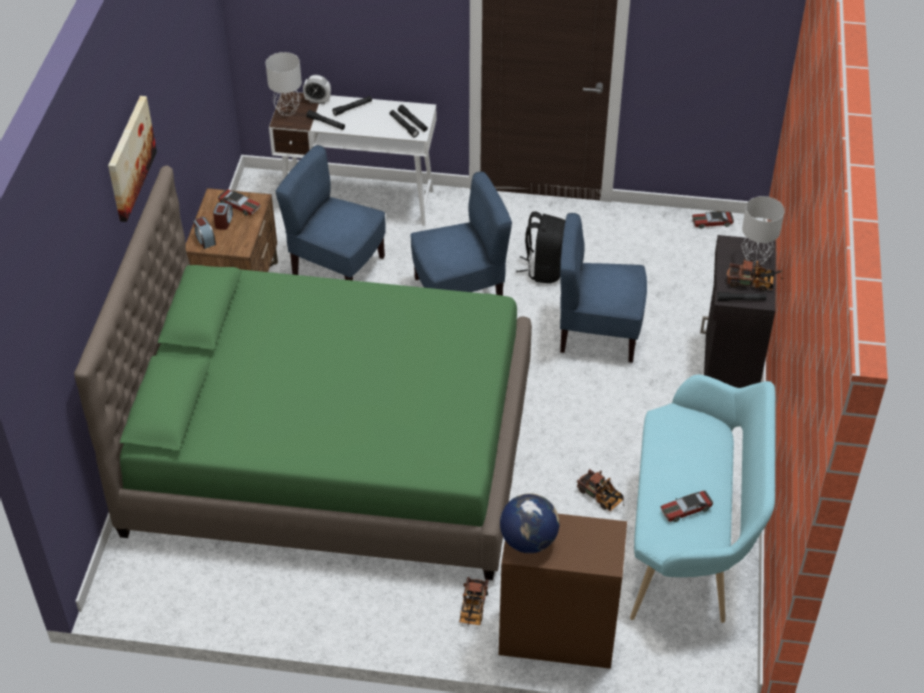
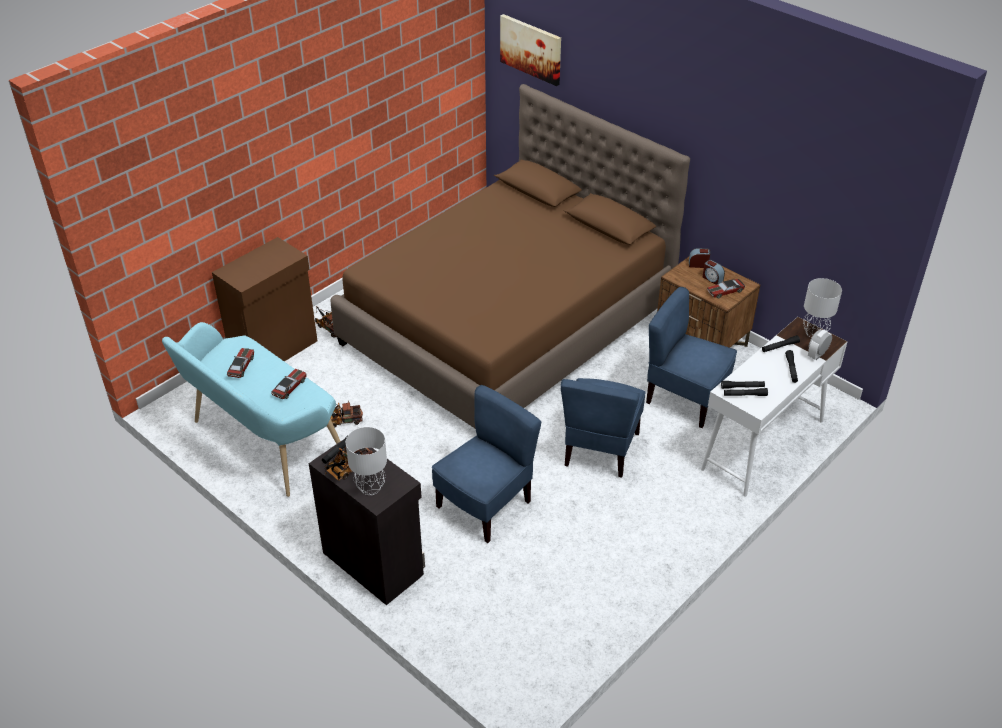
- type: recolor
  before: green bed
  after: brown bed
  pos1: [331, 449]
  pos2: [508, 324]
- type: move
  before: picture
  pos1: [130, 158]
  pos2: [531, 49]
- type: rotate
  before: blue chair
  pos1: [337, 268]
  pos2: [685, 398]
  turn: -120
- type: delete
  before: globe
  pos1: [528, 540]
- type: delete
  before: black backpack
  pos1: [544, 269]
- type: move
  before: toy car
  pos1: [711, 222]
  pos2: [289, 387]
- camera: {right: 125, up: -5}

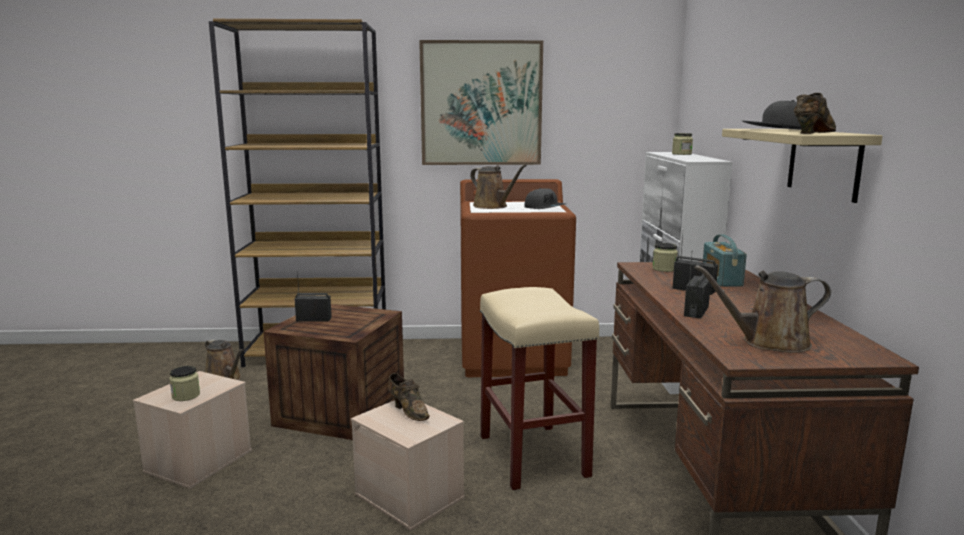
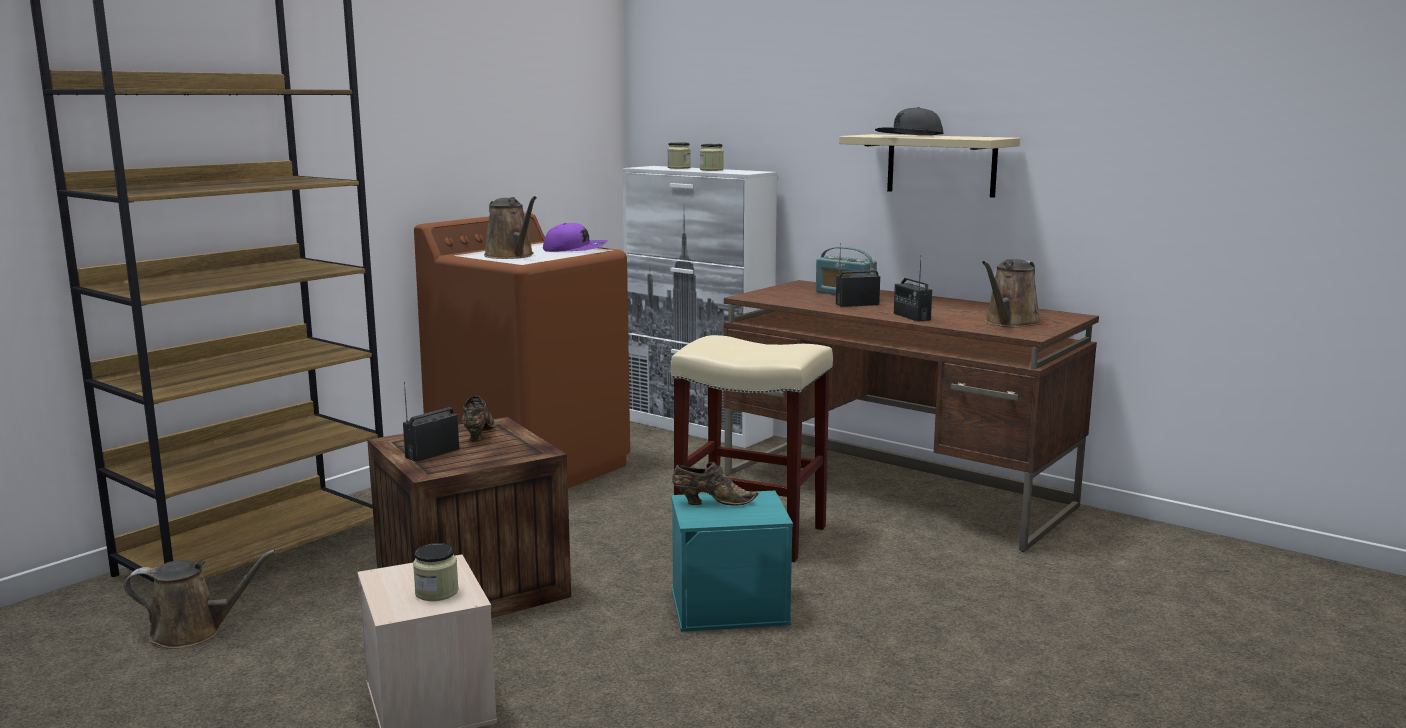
- type: recolor
  before: beige storage box
  after: turquoise storage box
  pos1: [411, 496]
  pos2: [730, 606]
- type: delete
  before: picture
  pos1: [481, 103]
- type: rotate
  before: brown watering can
  pos1: [492, 206]
  pos2: [511, 256]
  turn: 60
- type: recolor
  before: grey cap
  after: purple cap
  pos1: [545, 208]
  pos2: [575, 249]
- type: move
  before: jar
  pos1: [664, 269]
  pos2: [711, 170]
- type: move
  before: brown shoe
  pos1: [812, 133]
  pos2: [478, 435]
- camera: {right: -50, up: 0}

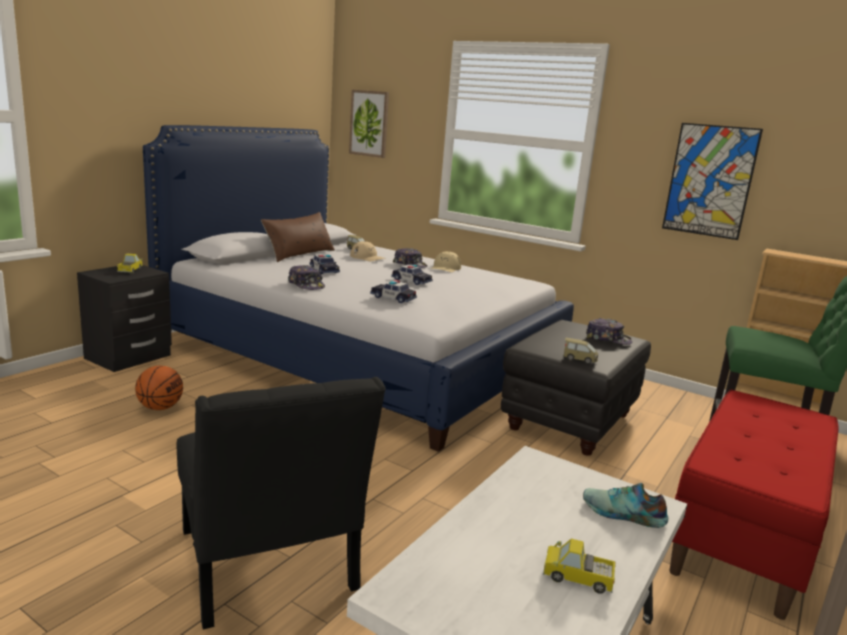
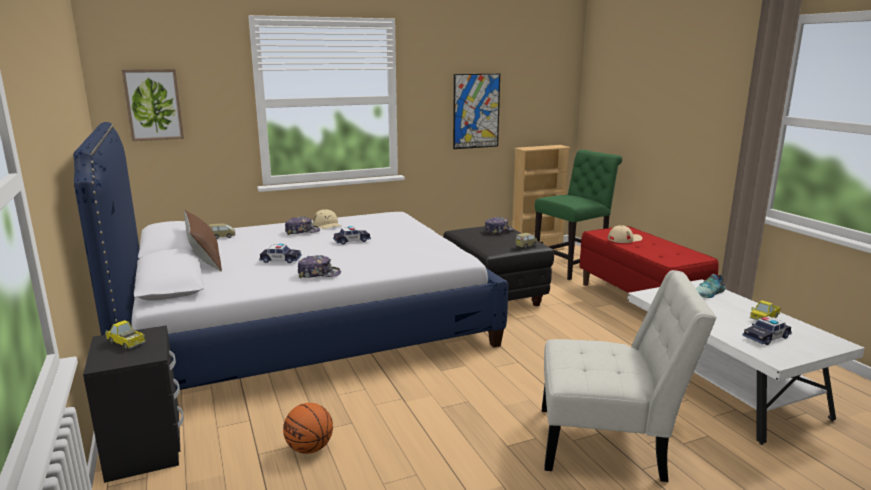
- type: recolor
  before: black chair
  after: white chair
  pos1: [269, 567]
  pos2: [609, 443]
- type: move
  before: beige cap
  pos1: [367, 257]
  pos2: [624, 239]
- type: move
  before: toy car
  pos1: [393, 298]
  pos2: [766, 337]
- camera: {right: -55, up: 0}

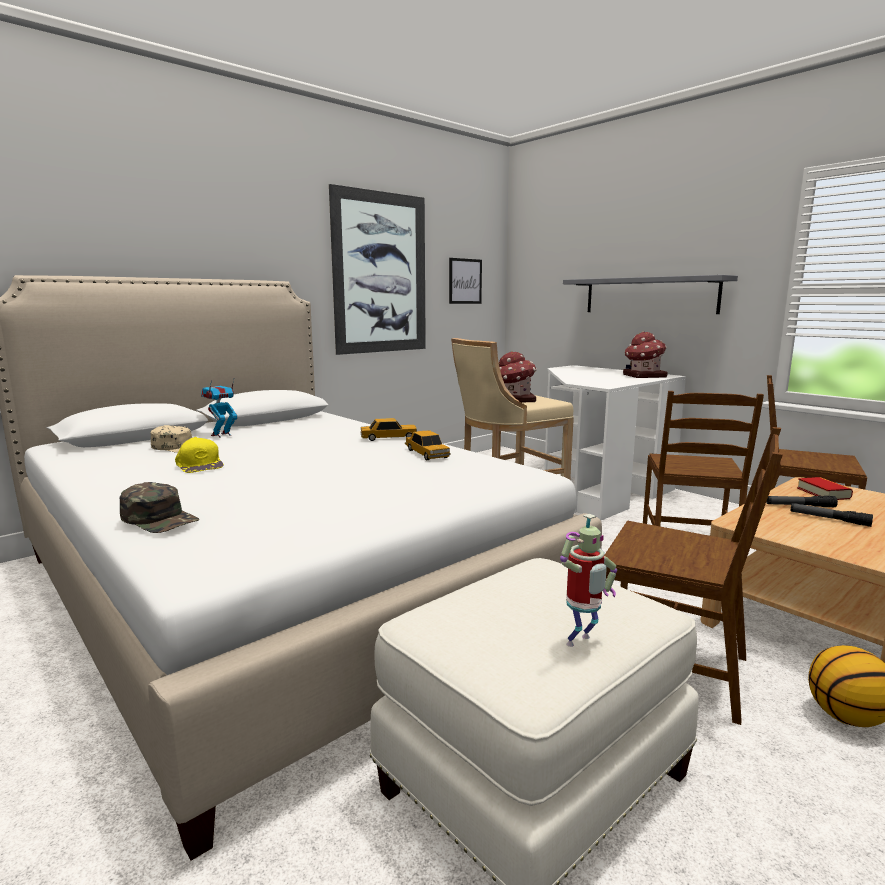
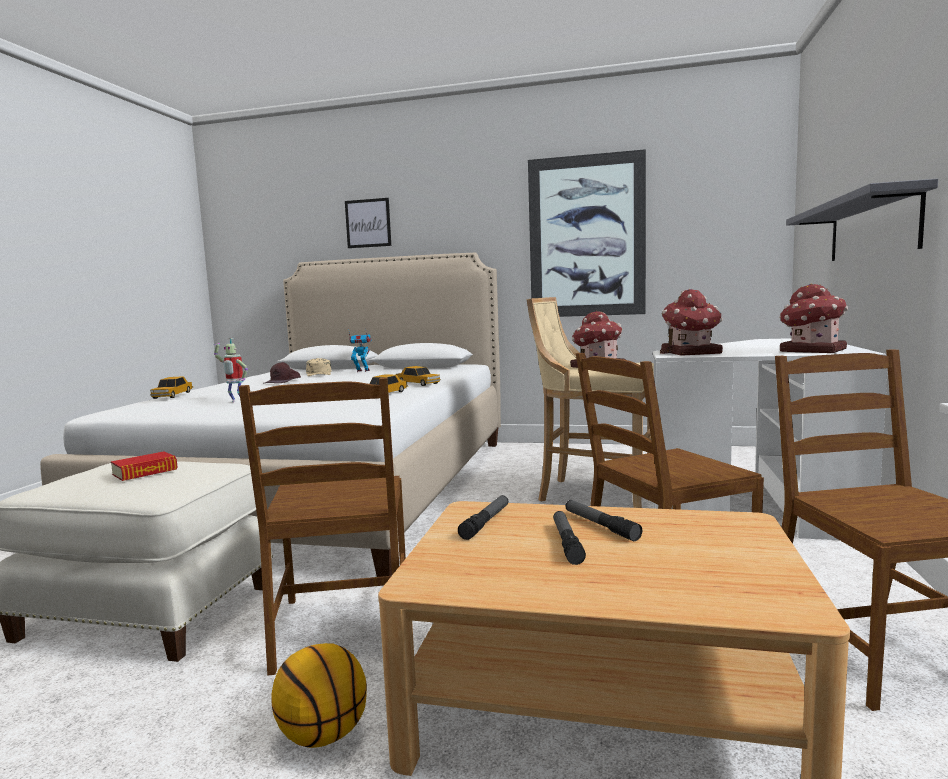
- type: replace
  before: green cap
  after: toy car
  pos1: [160, 519]
  pos2: [172, 395]
- type: recolor
  before: yellow cap
  after: brown cap
  pos1: [199, 465]
  pos2: [283, 381]
- type: move
  before: picture
  pos1: [465, 281]
  pos2: [368, 223]
- type: move
  before: toy robot
  pos1: [581, 643]
  pos2: [236, 402]
- type: move
  before: book
  pos1: [823, 493]
  pos2: [145, 472]
- type: insert
  after: flashlight
  pos2: [486, 522]
- type: insert
  after: toy house
  pos2: [691, 353]
- camera: {right: 55, up: -5}

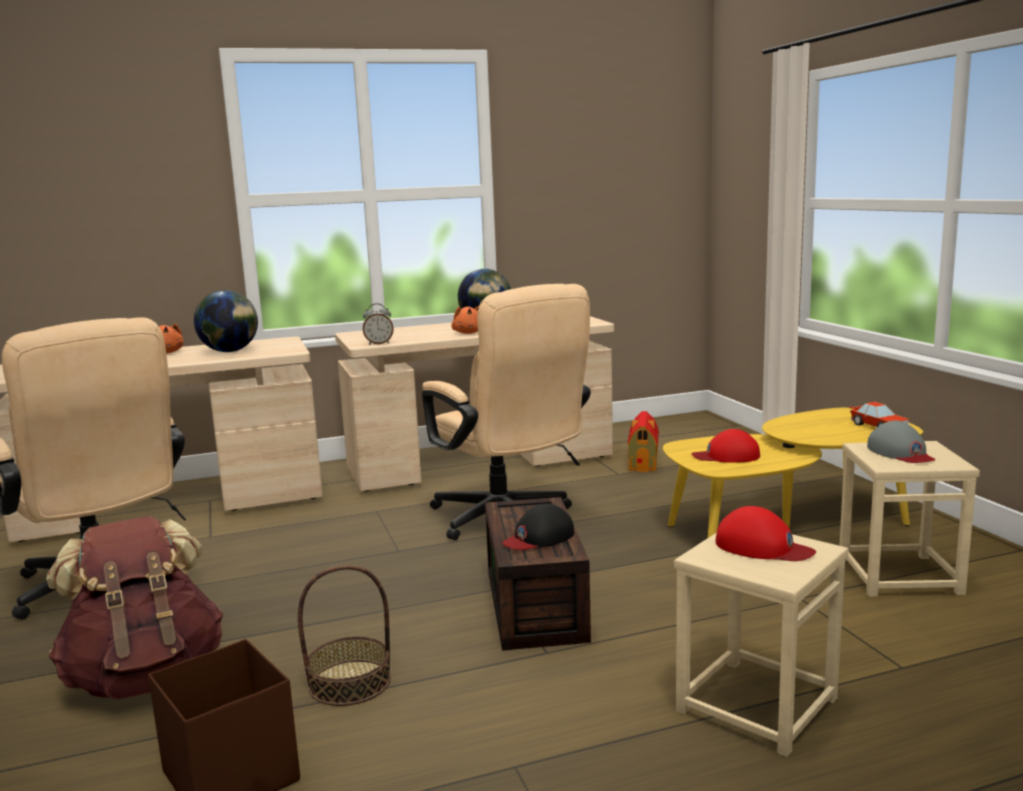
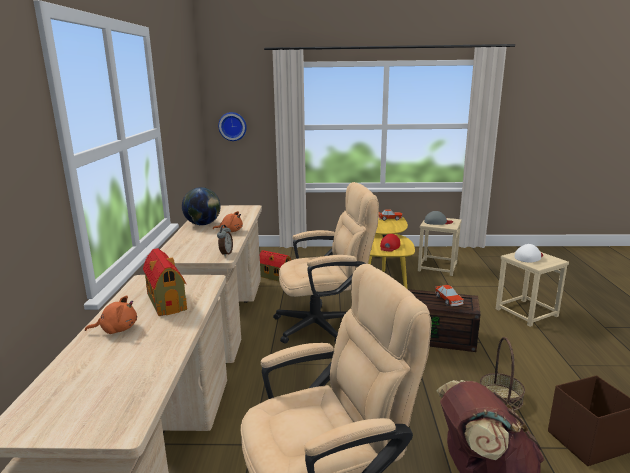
- type: replace
  before: globe
  after: toy house
  pos1: [229, 352]
  pos2: [166, 301]
- type: replace
  before: black cap
  after: toy car
  pos1: [539, 537]
  pos2: [448, 300]
- type: recolor
  before: red cap
  after: white cap
  pos1: [762, 547]
  pos2: [529, 257]
- type: insert
  after: wall clock
  pos2: [233, 126]
- camera: {right: -70, up: 5}

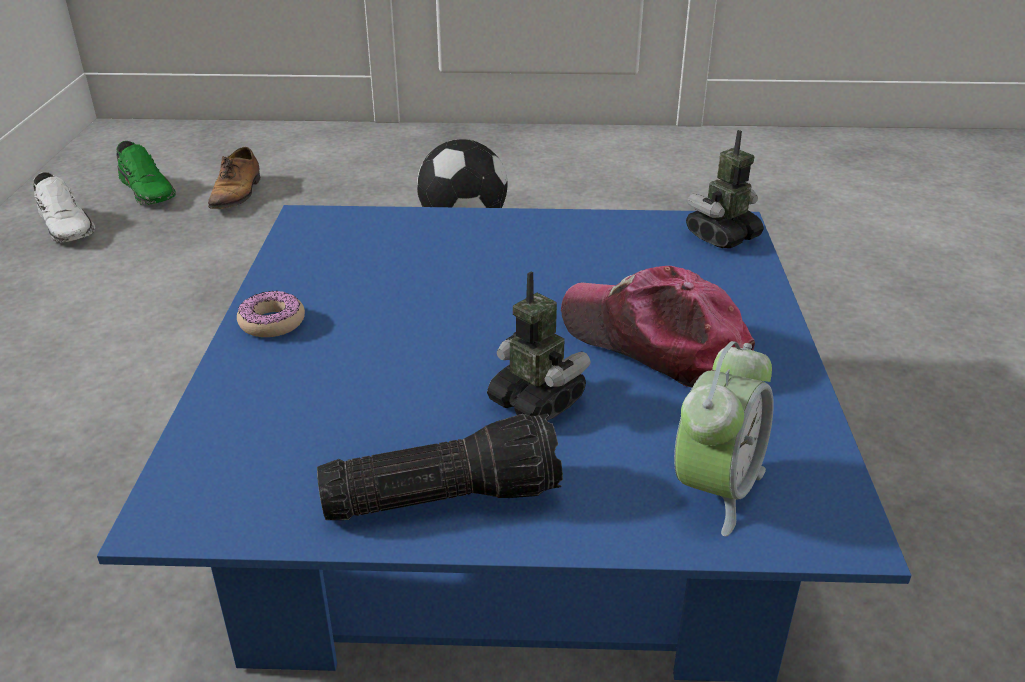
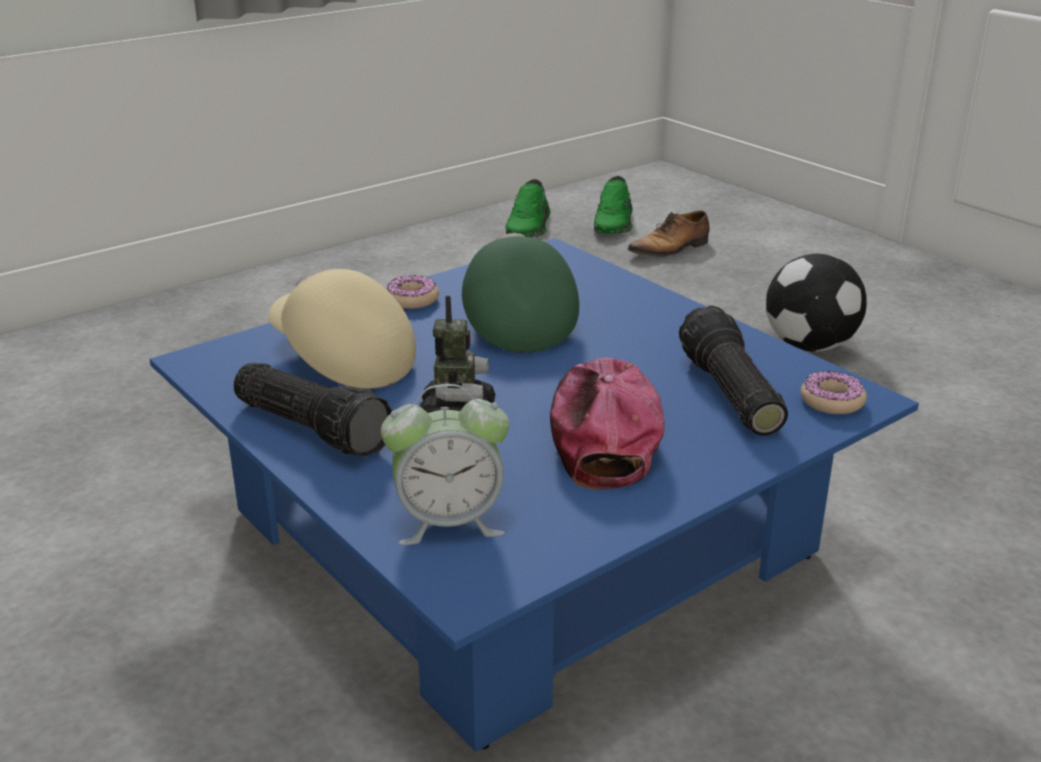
- type: recolor
  before: white shoe
  after: green shoe
  pos1: [67, 226]
  pos2: [530, 227]
- type: replace
  before: toy robot
  after: donut
  pos1: [722, 236]
  pos2: [832, 401]
- type: insert
  after: beige cap
  pos2: [341, 360]
- type: insert
  after: green cap
  pos2: [516, 321]
- type: insert
  after: flashlight
  pos2: [727, 393]
- camera: {right: 50, up: -5}

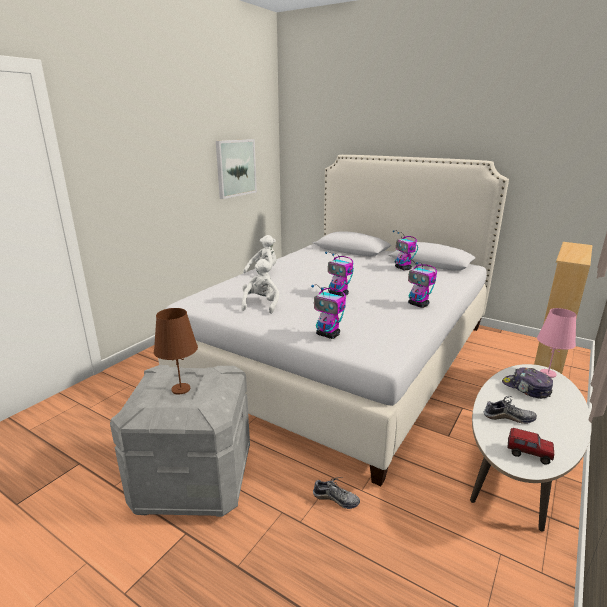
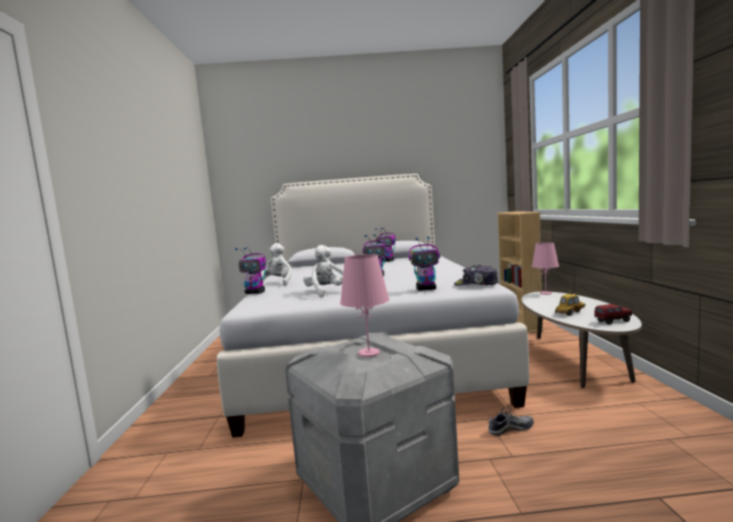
- type: recolor
  before: brown table lamp
  after: pink table lamp
  pos1: [180, 389]
  pos2: [368, 353]
- type: delete
  before: picture
  pos1: [235, 168]
- type: move
  before: toy robot
  pos1: [418, 305]
  pos2: [255, 293]
- type: replace
  before: shoe
  after: toy car
  pos1: [508, 417]
  pos2: [570, 313]
- type: move
  before: cap
  pos1: [526, 388]
  pos2: [476, 284]
- camera: {right: -35, up: -15}

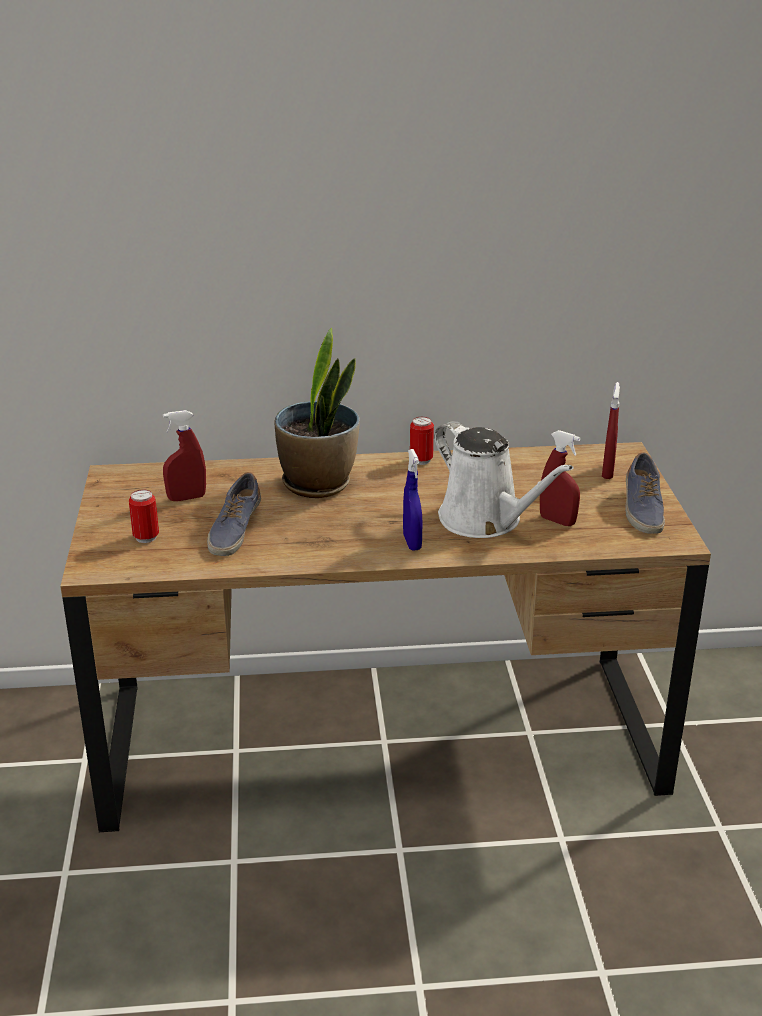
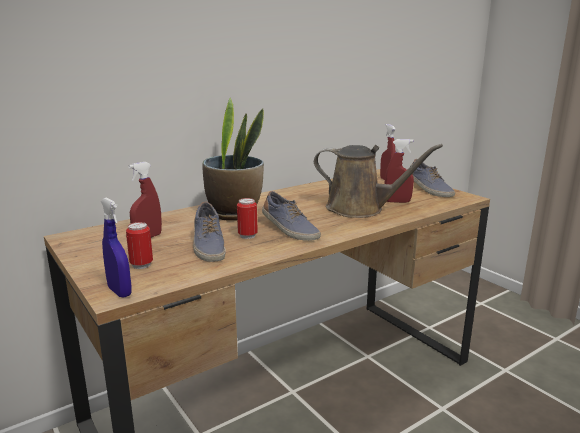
- type: move
  before: blue spray bottle
  pos1: [412, 542]
  pos2: [119, 292]
- type: move
  before: can
  pos1: [421, 460]
  pos2: [247, 236]
- type: recolor
  before: white watering can
  after: brown watering can
  pos1: [485, 521]
  pos2: [360, 209]
- type: insert
  after: shoe
  pos2: [289, 230]
- camera: {right: -30, up: -10}

